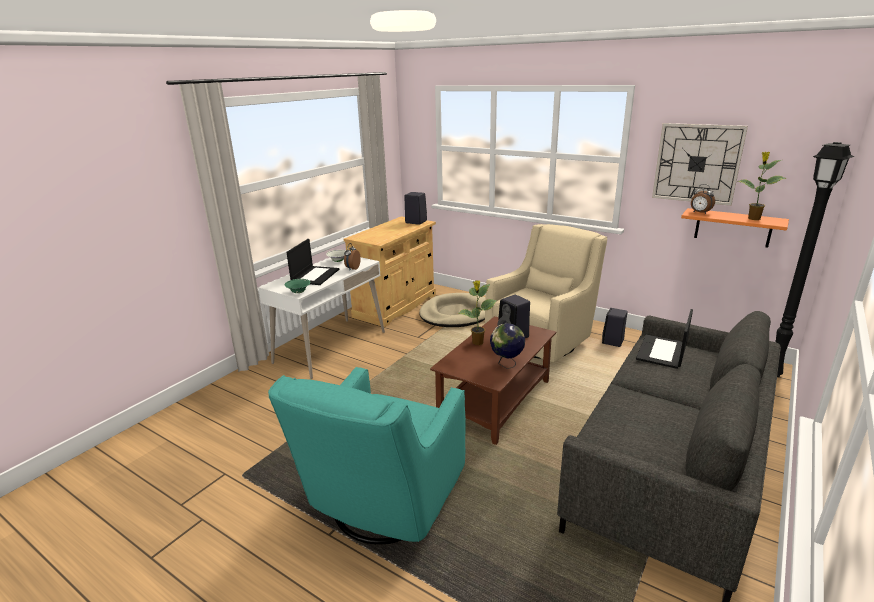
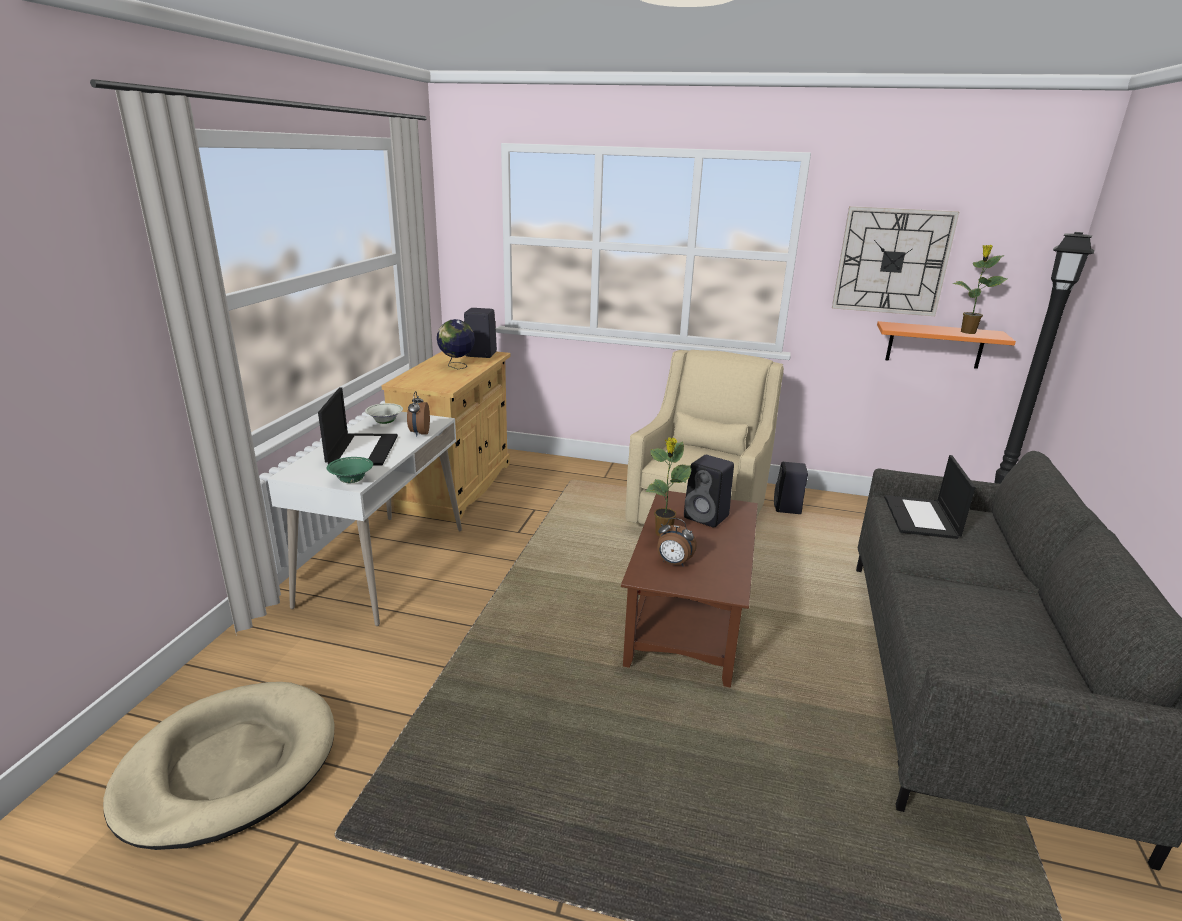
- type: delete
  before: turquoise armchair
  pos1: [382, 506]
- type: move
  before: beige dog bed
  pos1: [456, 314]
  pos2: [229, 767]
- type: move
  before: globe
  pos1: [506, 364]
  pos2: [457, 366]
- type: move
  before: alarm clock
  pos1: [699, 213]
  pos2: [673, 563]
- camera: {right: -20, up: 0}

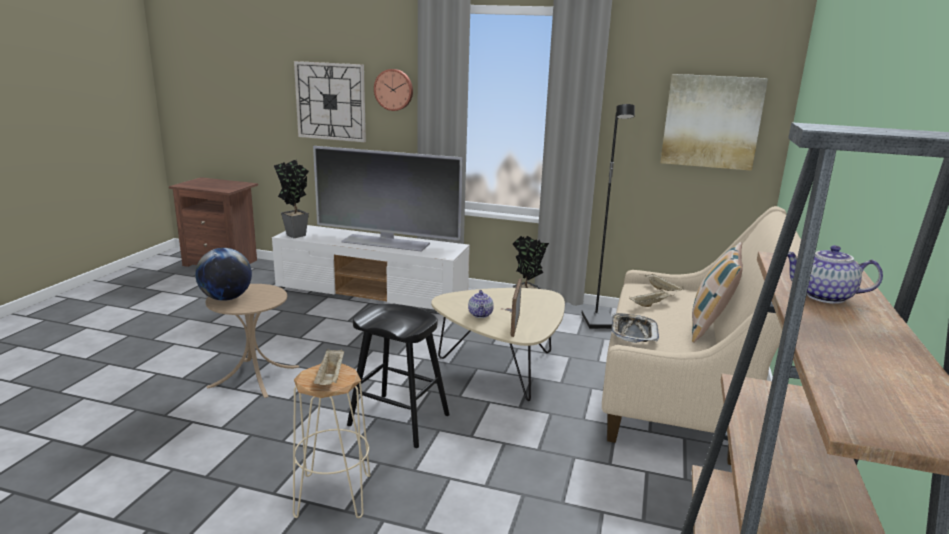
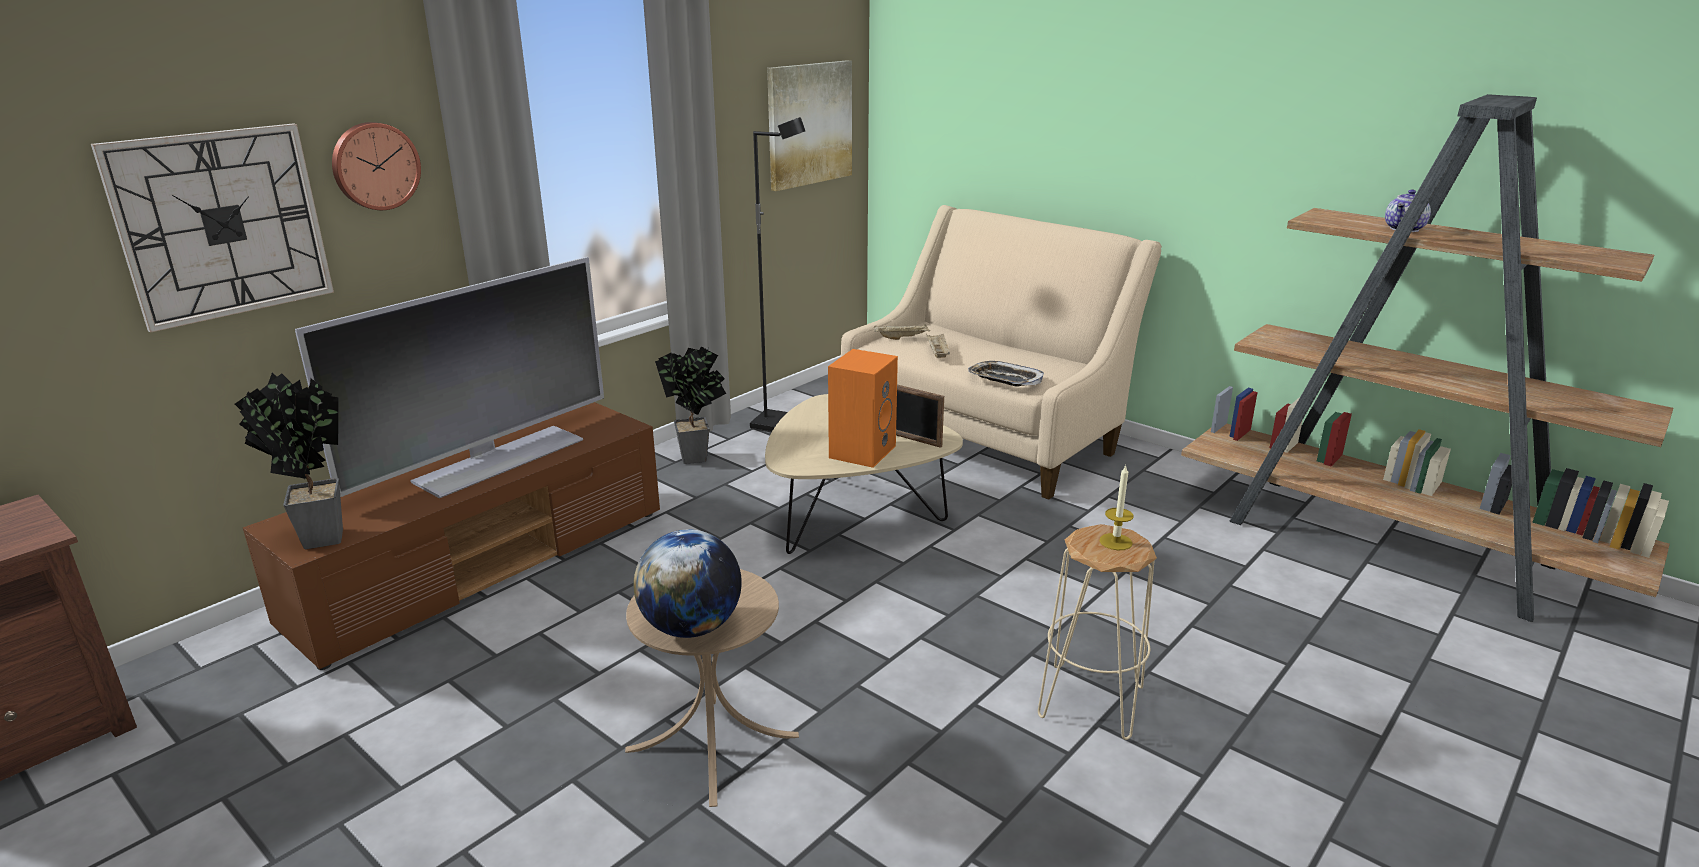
- type: recolor
  before: white tv stand
  after: brown tv stand
  pos1: [373, 293]
  pos2: [486, 566]
- type: replace
  before: beige tray
  after: candle
  pos1: [331, 378]
  pos2: [1115, 542]
- type: delete
  before: black stool
  pos1: [398, 420]
- type: replace
  before: teapot
  after: orange speaker
  pos1: [481, 314]
  pos2: [862, 451]
- type: delete
  before: pillow
  pos1: [710, 328]
- camera: {right: -65, up: 5}

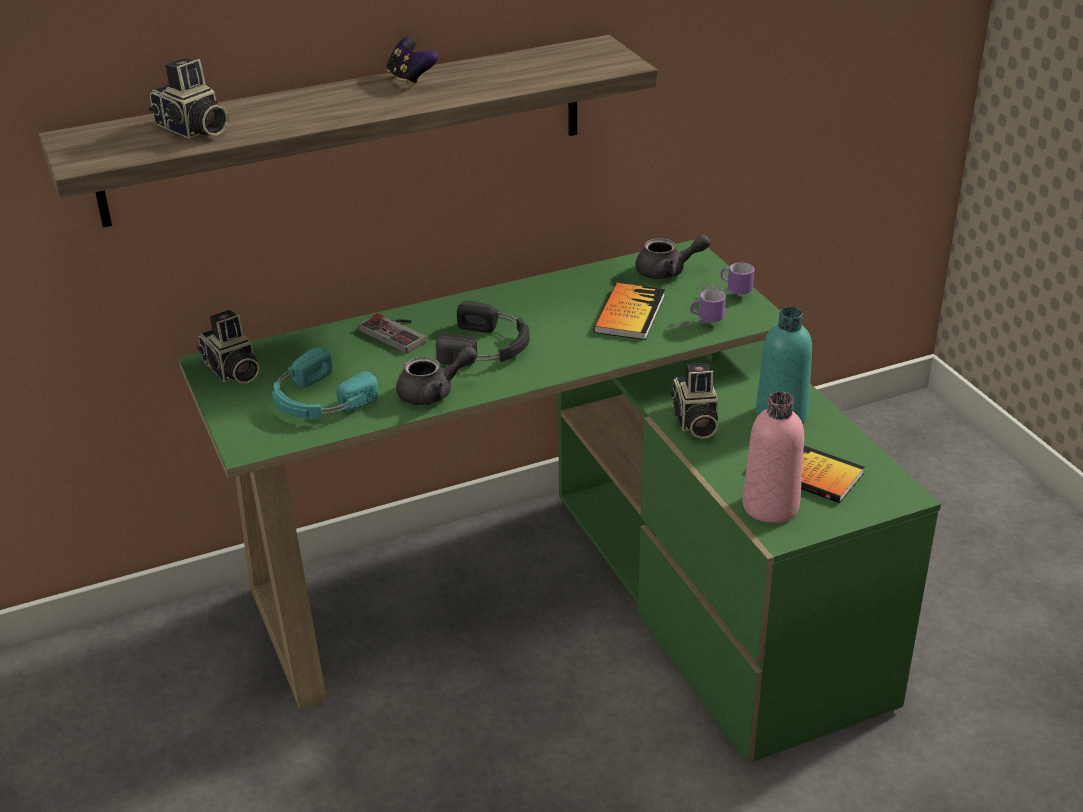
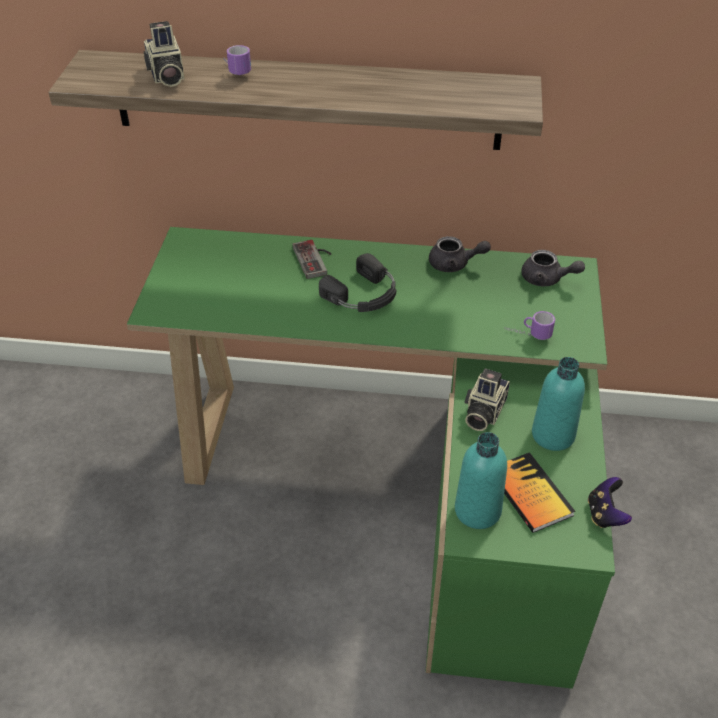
- type: delete
  before: photo camera
  pos1: [232, 371]
- type: delete
  before: turquoise headphones
  pos1: [318, 400]
- type: move
  before: game controller
  pos1: [411, 79]
  pos2: [605, 514]
- type: move
  before: grey teapot
  pos1: [434, 393]
  pos2: [454, 264]
- type: delete
  before: book
  pos1: [629, 314]
- type: move
  before: mug
  pos1: [725, 292]
  pos2: [234, 71]
- type: recolor
  before: pink bottle
  after: turquoise bottle
  pos1: [770, 506]
  pos2: [477, 510]
- camera: {right: 30, up: 10}

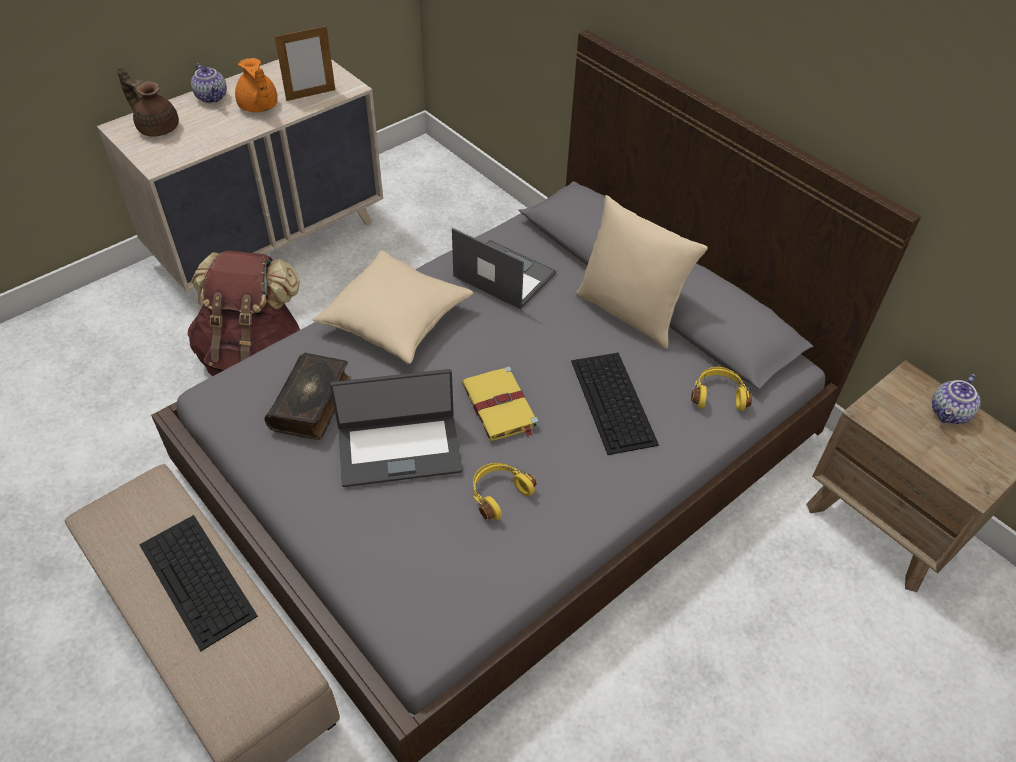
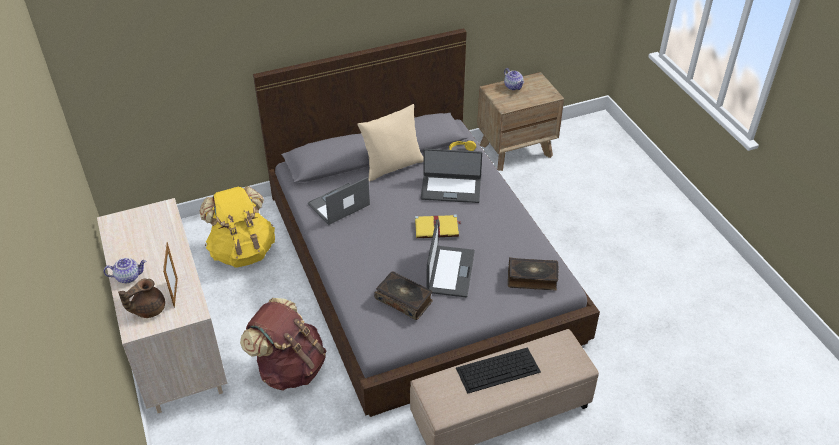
- type: delete
  before: orange teapot
  pos1: [258, 107]
- type: move
  before: picture frame
  pos1: [311, 95]
  pos2: [175, 292]
- type: delete
  before: beige pillow
  pos1: [396, 320]
- type: delete
  before: yellow headphones
  pos1: [498, 494]
- type: replace
  before: keyboard
  after: laptop
  pos1: [614, 402]
  pos2: [451, 188]
- type: insert
  after: yellow backpack
  pos2: [242, 251]
- type: insert
  after: book
  pos2: [532, 278]
- camera: {right: -70, up: -5}

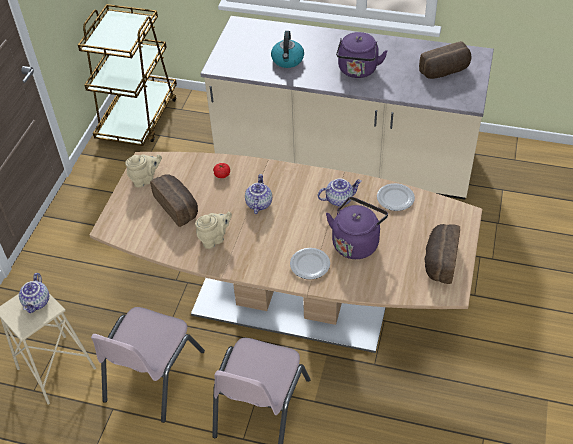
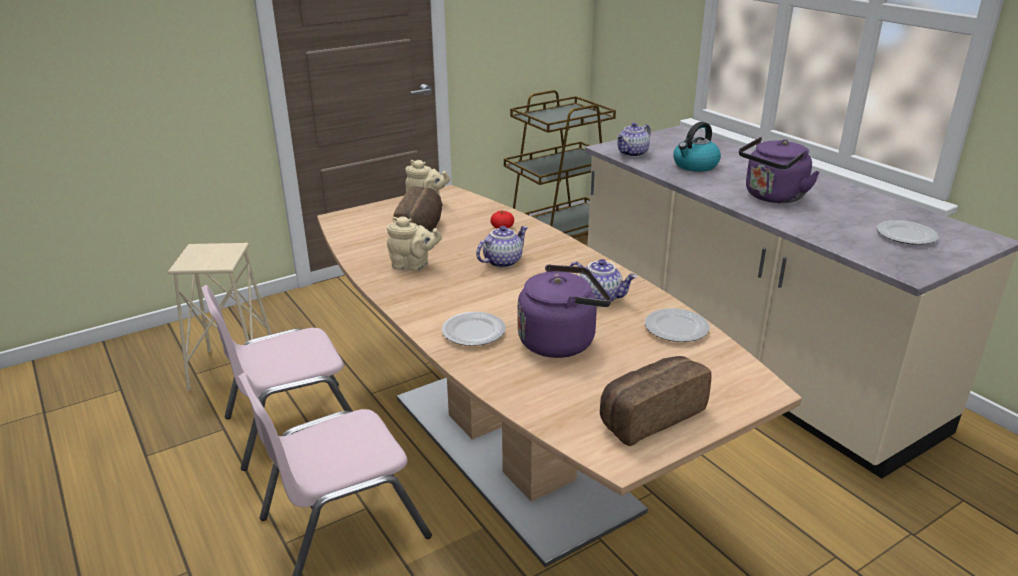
- type: move
  before: teapot
  pos1: [37, 302]
  pos2: [633, 154]
- type: replace
  before: bread
  after: plate
  pos1: [445, 72]
  pos2: [905, 235]
- camera: {right: 40, up: -20}

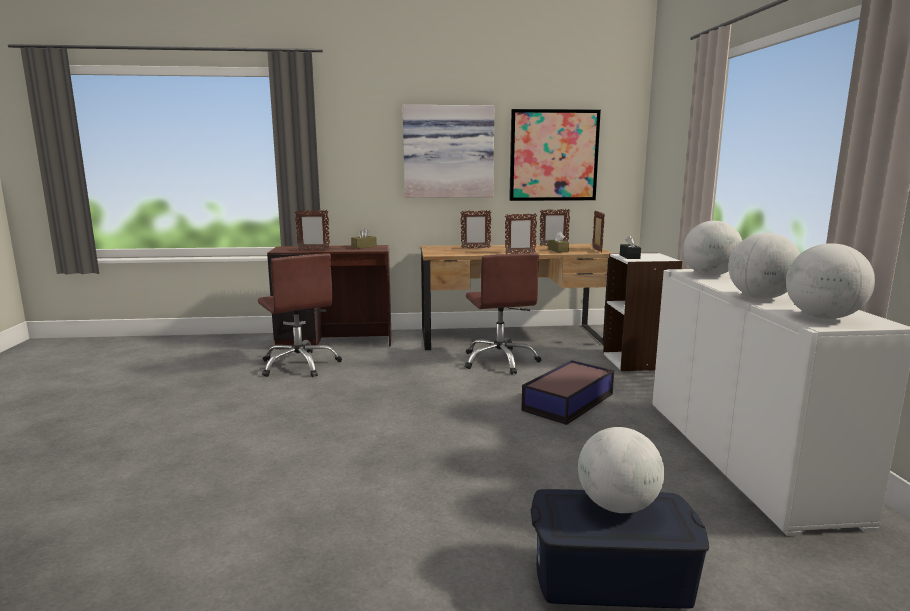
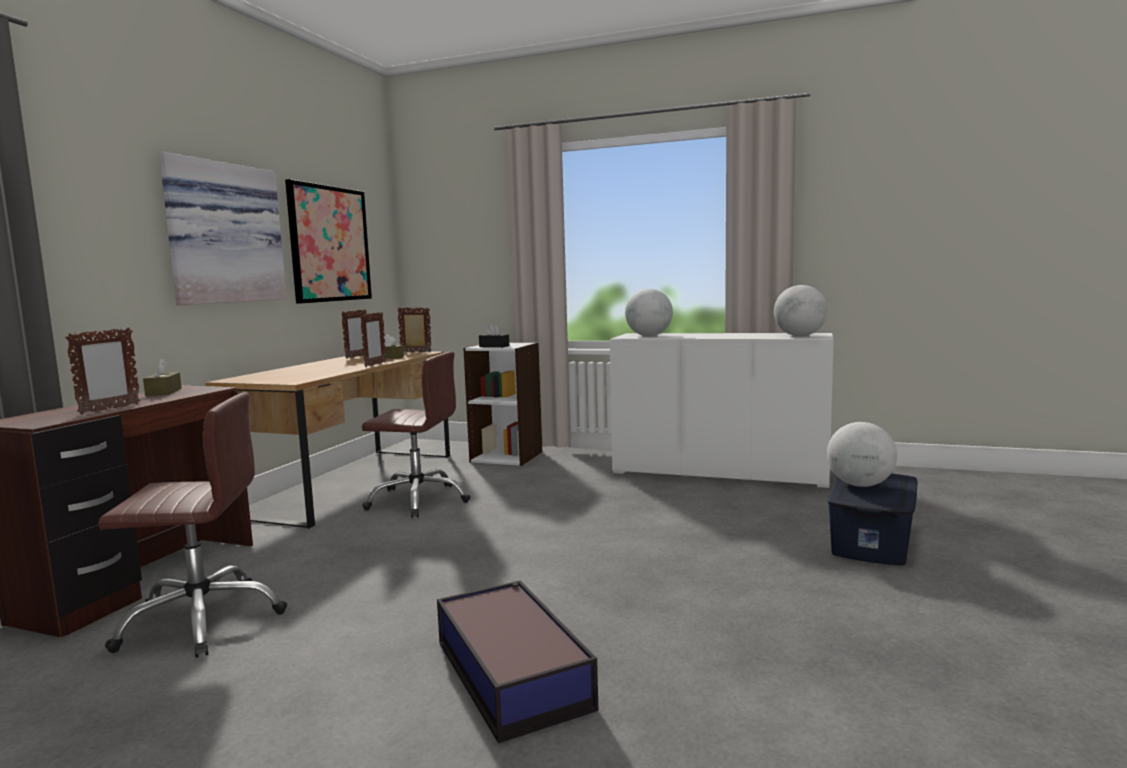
- type: delete
  before: picture frame
  pos1: [475, 248]
- type: move
  before: storage box
  pos1: [569, 402]
  pos2: [511, 672]
- type: delete
  before: globe
  pos1: [760, 297]
- camera: {right: -65, up: -5}

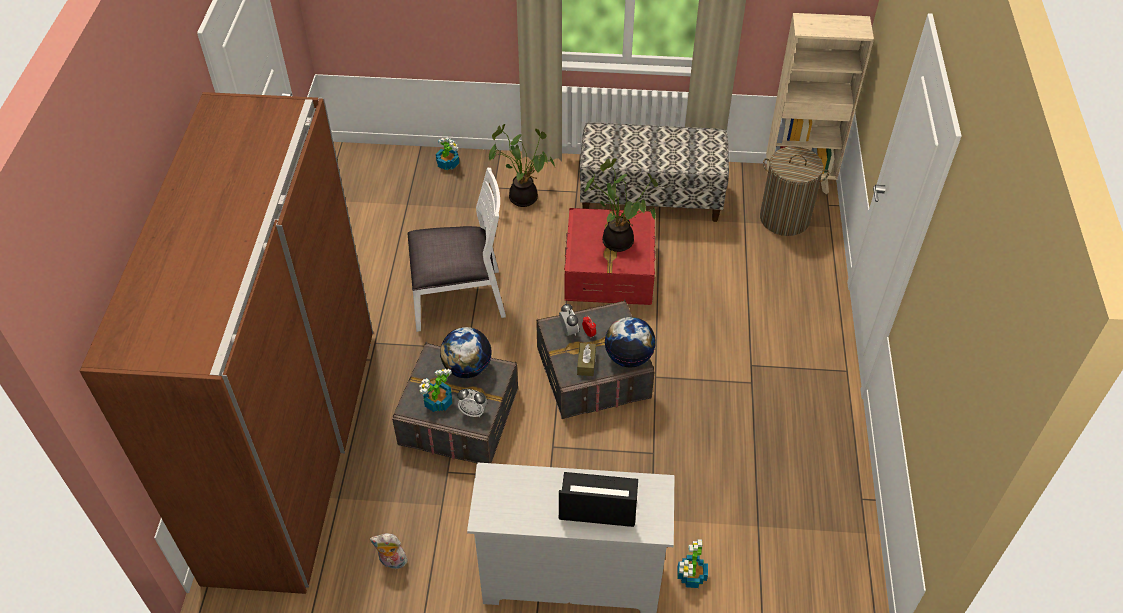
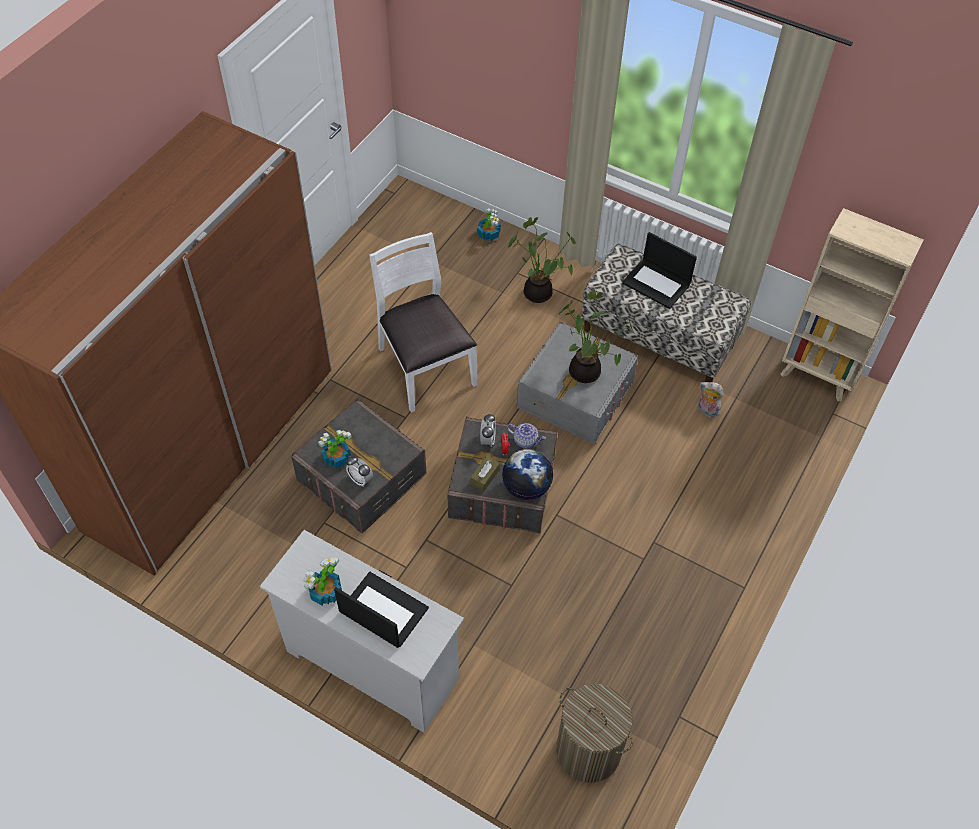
- type: move
  before: plush toy
  pos1: [392, 562]
  pos2: [706, 411]
- type: rotate
  before: white chair
  pos1: [458, 297]
  pos2: [425, 366]
  turn: -135
- type: delete
  before: globe
  pos1: [467, 368]
- type: recolor
  before: red storage box
  after: grey storage box
  pos1: [609, 271]
  pos2: [575, 395]
- type: move
  before: potted plant
  pos1: [691, 576]
  pos2: [325, 592]
- type: move
  before: laundry basket
  pos1: [784, 218]
  pos2: [588, 750]
- type: insert
  after: teapot
  pos2: [526, 440]
- type: insert
  after: laptop
  pos2: [657, 283]
- camera: {right: 25, up: 5}

